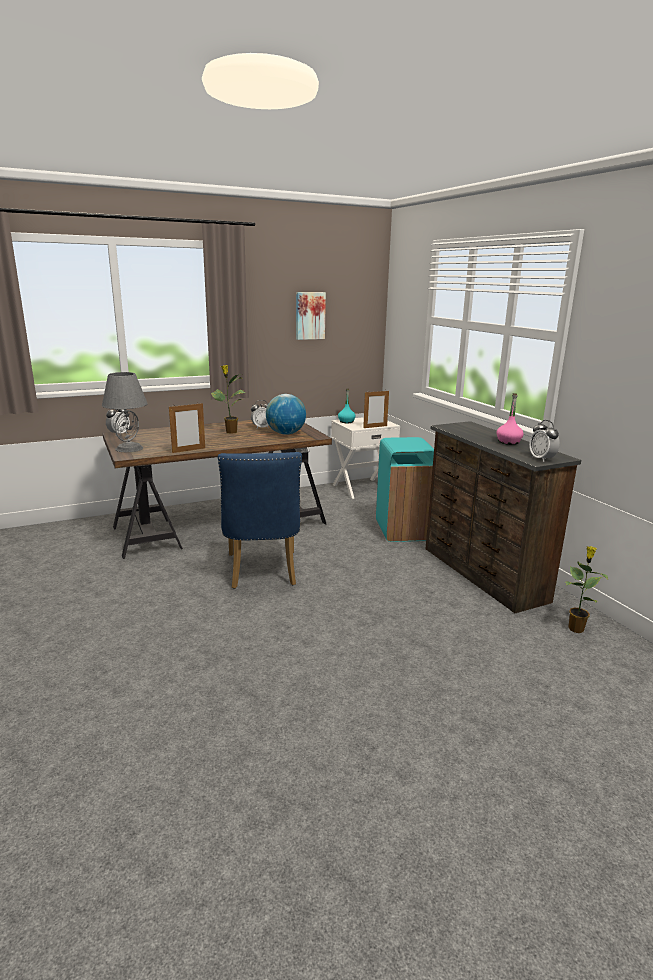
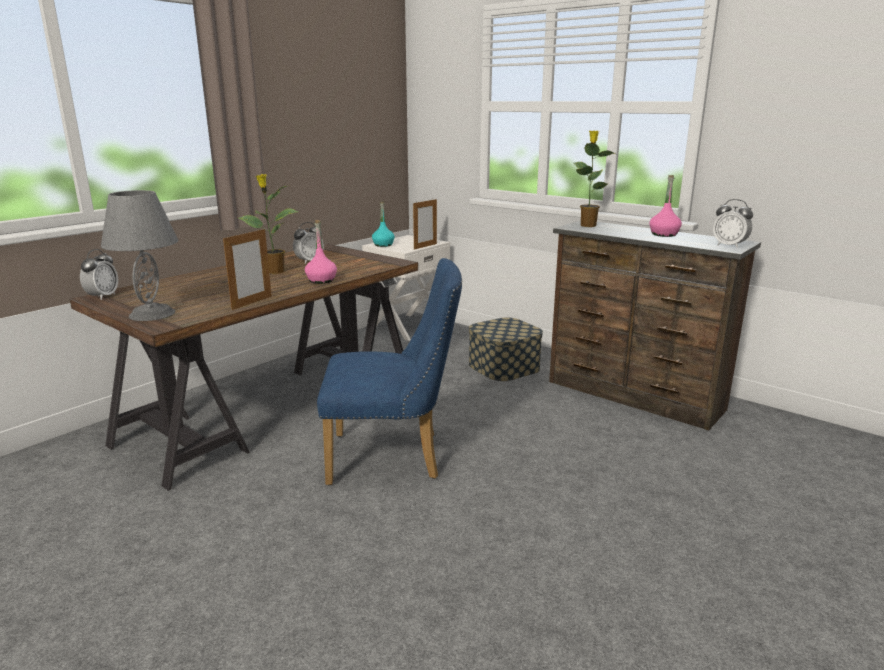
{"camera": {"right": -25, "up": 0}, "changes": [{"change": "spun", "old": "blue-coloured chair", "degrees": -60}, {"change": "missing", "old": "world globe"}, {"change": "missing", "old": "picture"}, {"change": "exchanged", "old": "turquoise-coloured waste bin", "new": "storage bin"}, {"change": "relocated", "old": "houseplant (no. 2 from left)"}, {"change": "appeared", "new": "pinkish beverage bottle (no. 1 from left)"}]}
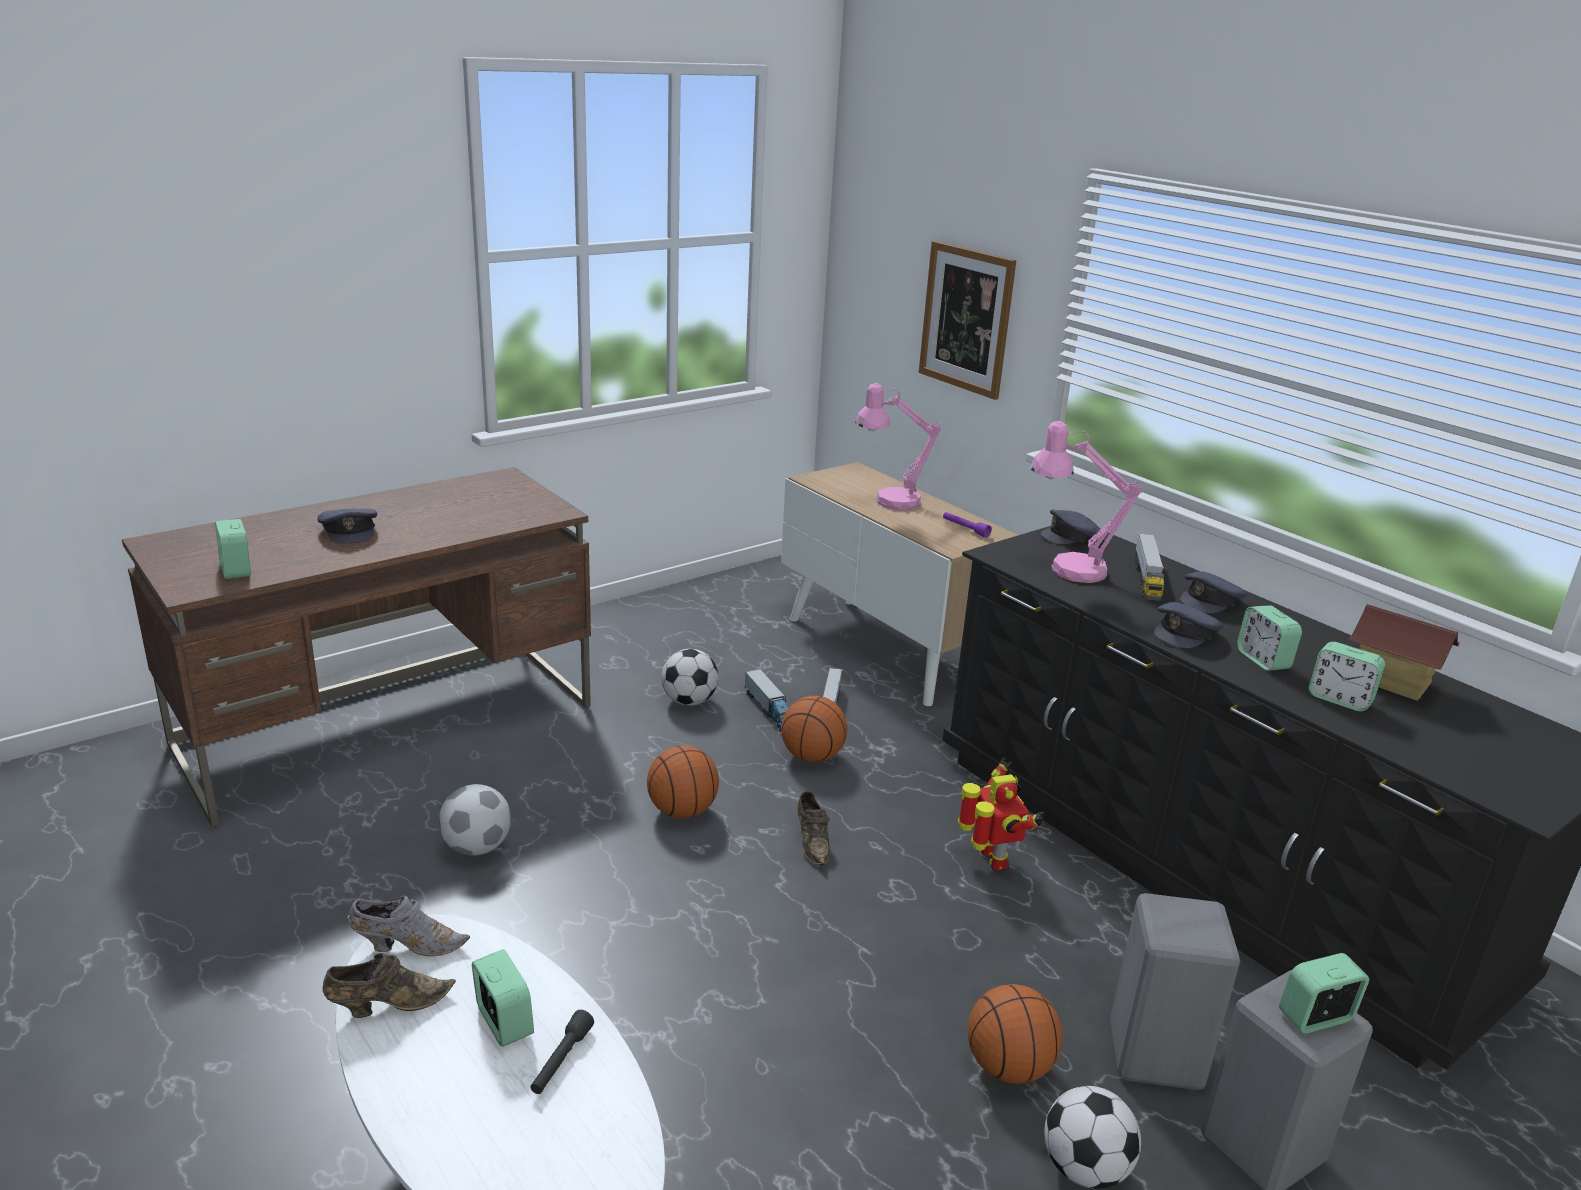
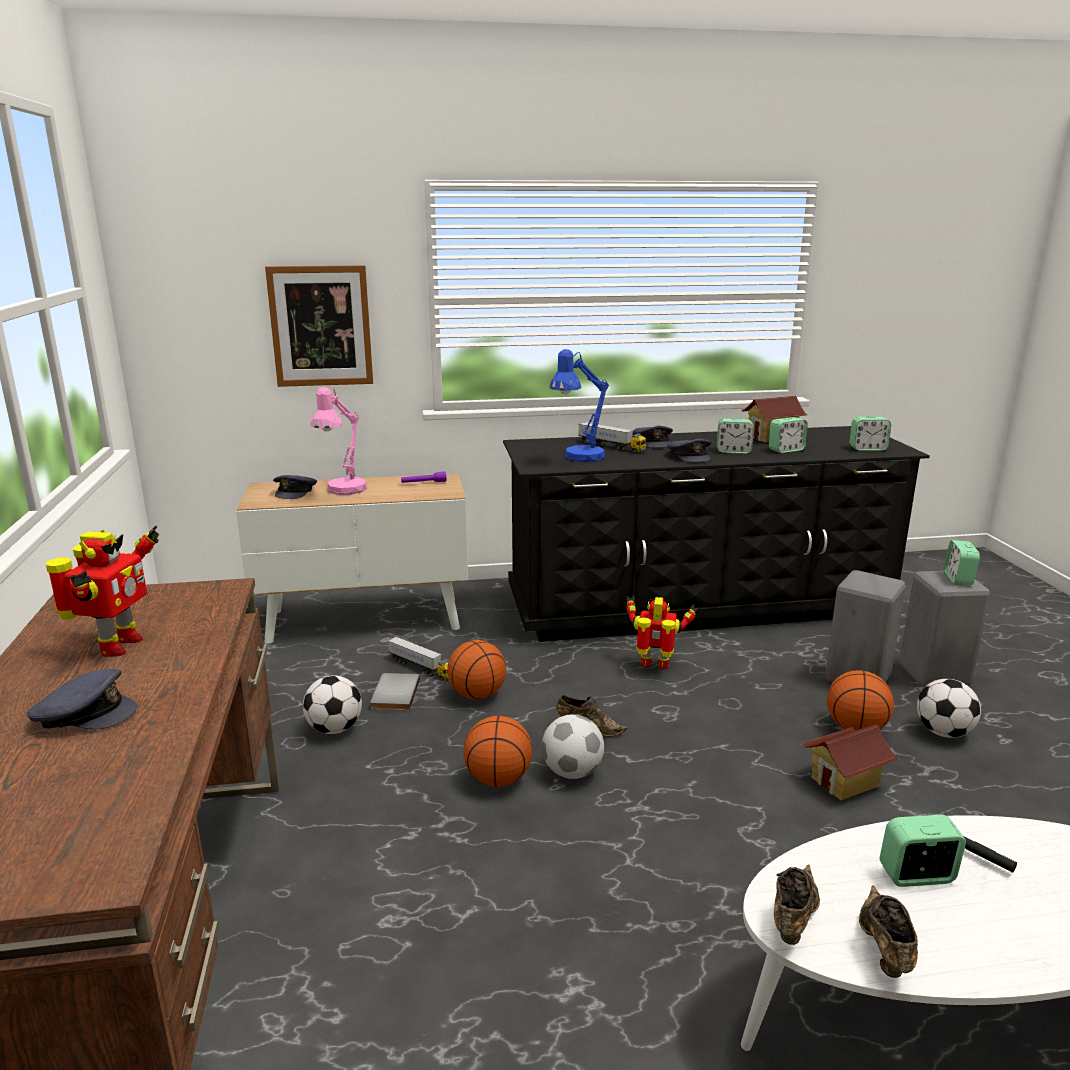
{"camera": {"right": -60, "up": -5}, "changes": [{"change": "relocated", "old": "alarm clock (no. 1 from left in the first image)", "new": "alarm clock (no. 3 from left)"}, {"change": "colour", "old": "gray item of footwear", "new": "brownish item of footwear (no. 2 from left)"}, {"change": "relocated", "old": "football (no. 1 from left in the first image)", "new": "football (no. 2 from left)"}, {"change": "exchanged", "old": "toy lorry (no. 1 from left)", "new": "gray volume"}, {"change": "colour", "old": "pinkish tabletop lamp (no. 2 from left)", "new": "blue-coloured tabletop lamp"}, {"change": "relocated", "old": "gray baseball cap (no. 2 from left)"}, {"change": "appeared", "new": "model robot (no. 1 from left)"}, {"change": "appeared", "new": "model house (no. 2 from left)"}]}
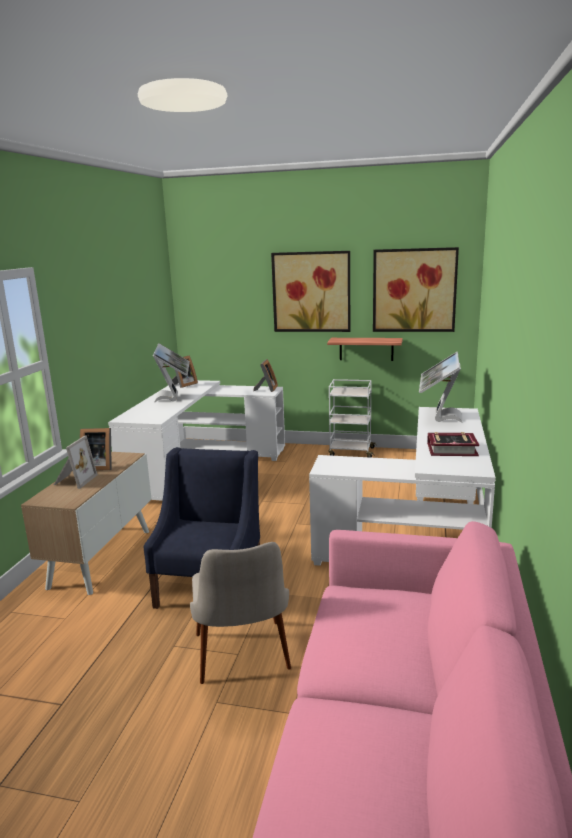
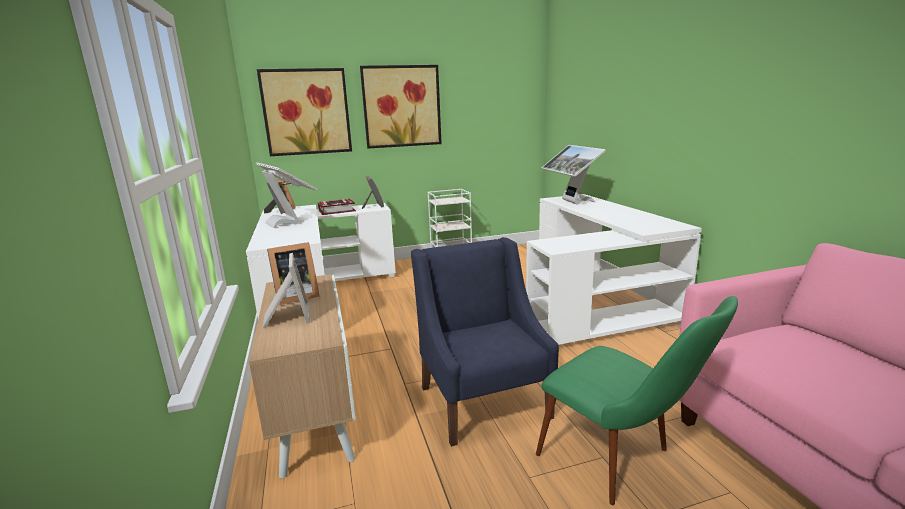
{"camera": {"right": -30, "up": 0}, "changes": [{"change": "colour", "old": "beige chair", "new": "green chair"}, {"change": "missing", "old": "shelf"}, {"change": "relocated", "old": "picture (no. 2 from left in the first image)", "new": "picture (no. 1 from left)"}, {"change": "relocated", "old": "volume"}]}
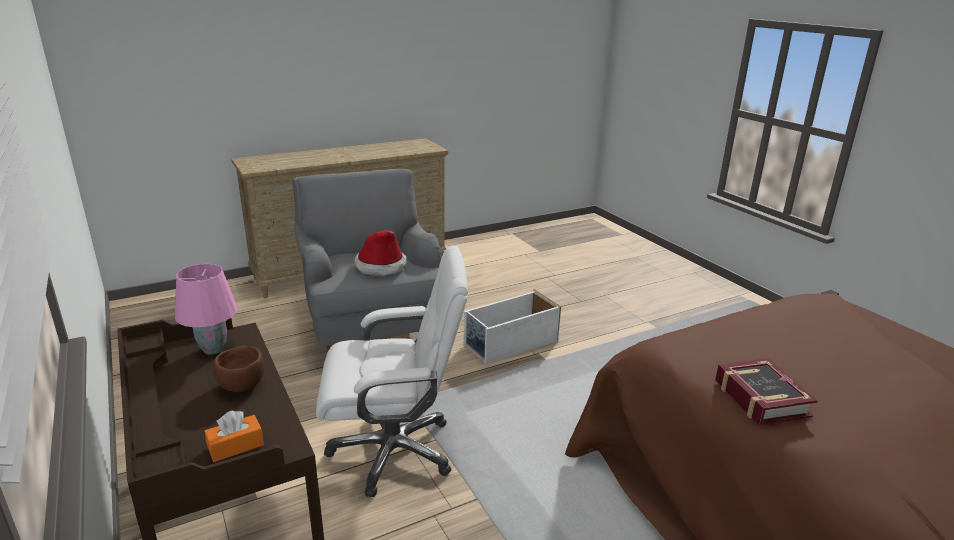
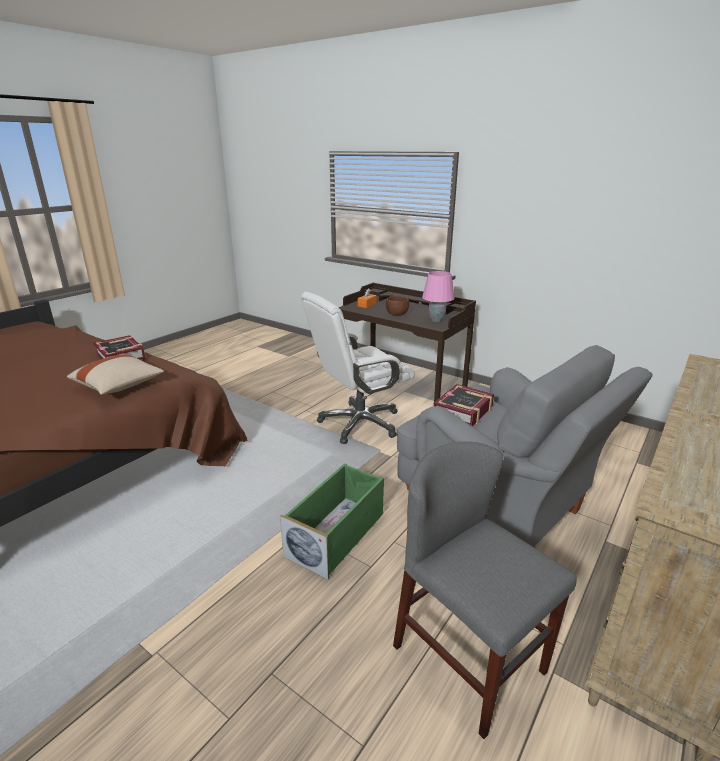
{"camera": {"right": 155, "up": 0}, "changes": [{"change": "exchanged", "old": "wearable hat", "new": "volume (no. 2 from left)"}, {"change": "colour", "old": "whitish storage bin", "new": "green storage bin"}, {"change": "appeared", "new": "beige throw pillow"}, {"change": "appeared", "new": "gray chair"}]}
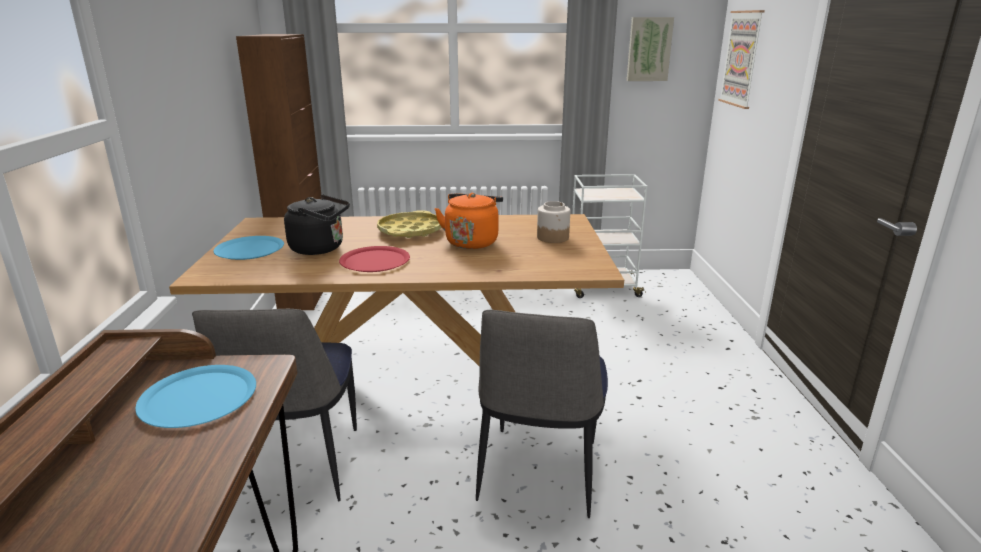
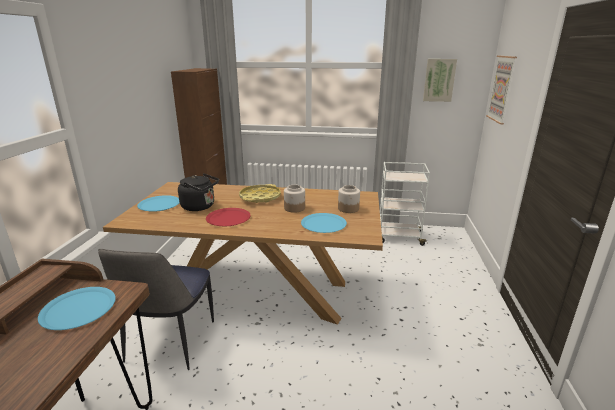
{"camera": {"right": 10, "up": 0}, "changes": [{"change": "exchanged", "old": "orange-coloured water kettle", "new": "preserve jar (no. 1 from left)"}, {"change": "missing", "old": "chair (no. 2 from left)"}, {"change": "appeared", "new": "blue-coloured flat dish (no. 3 from left)"}]}
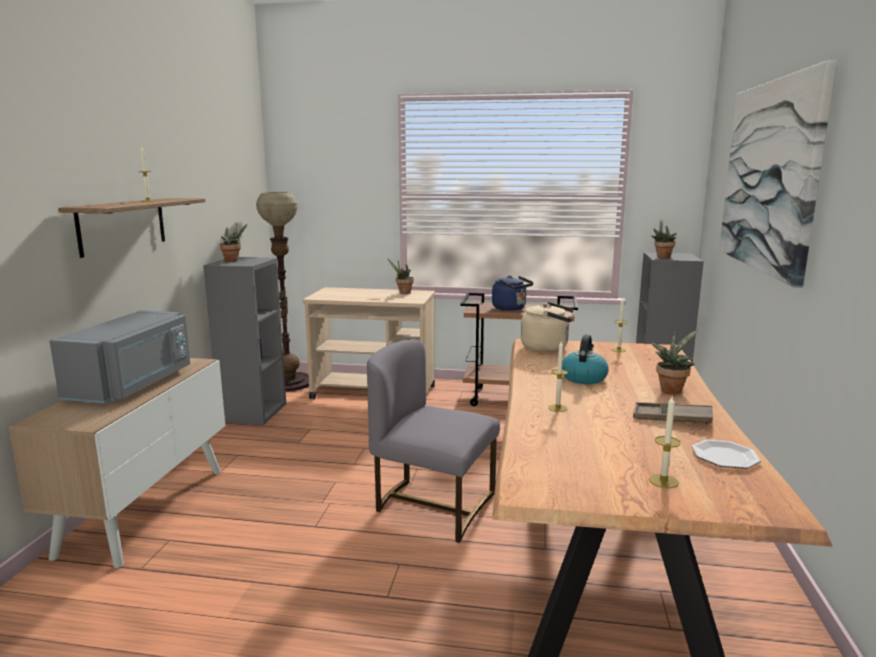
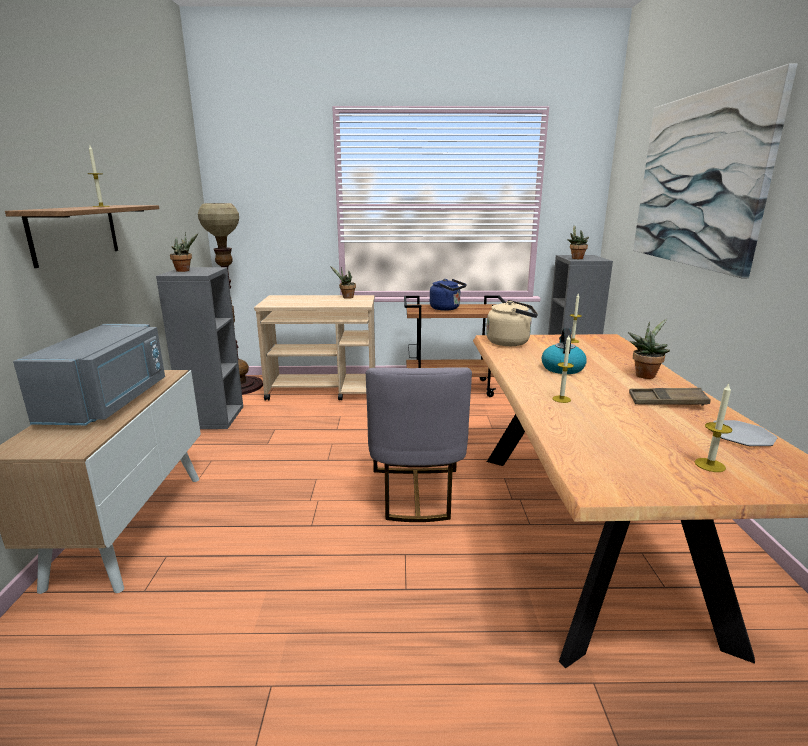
{"camera": {"right": -10, "up": 5}, "changes": [{"change": "spun", "old": "gray chair", "degrees": -105}]}
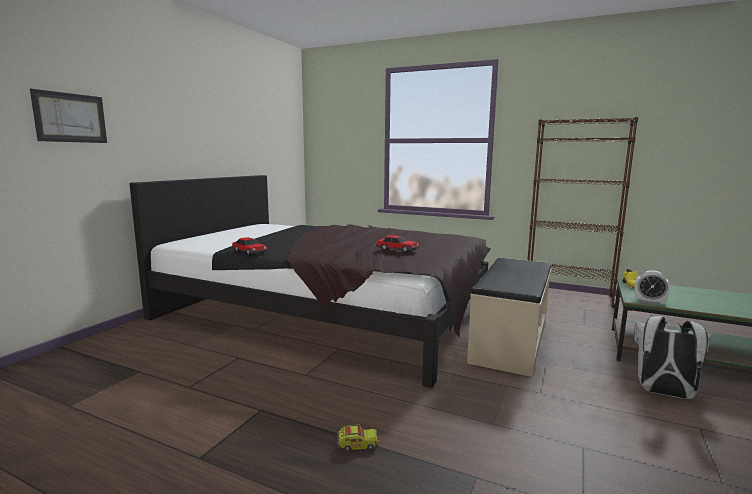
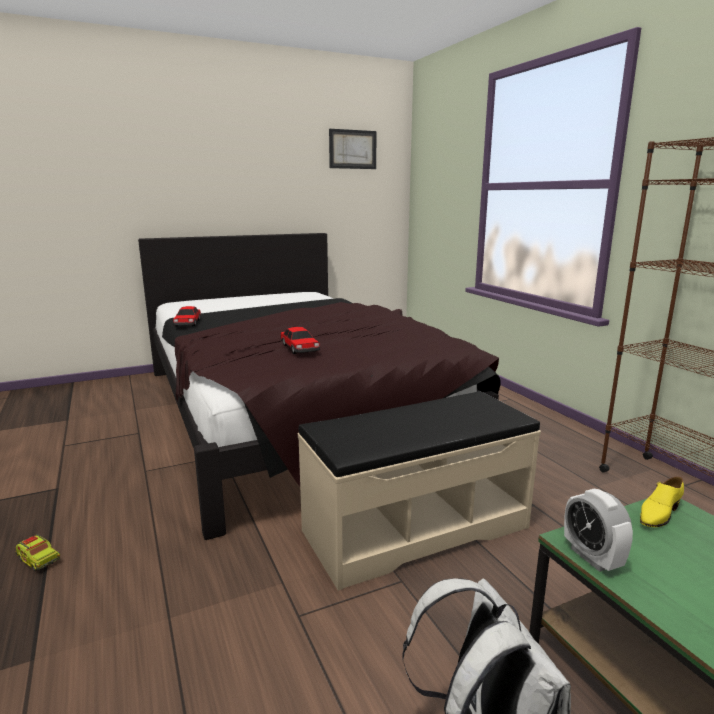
{"camera": {"right": 40, "up": 5}, "changes": [{"change": "relocated", "old": "picture"}]}
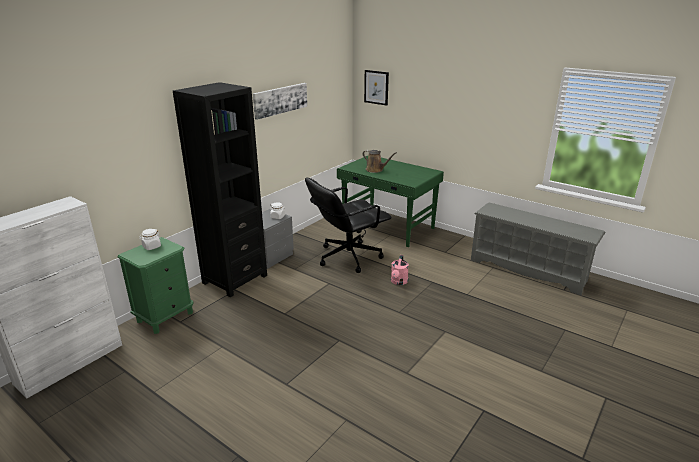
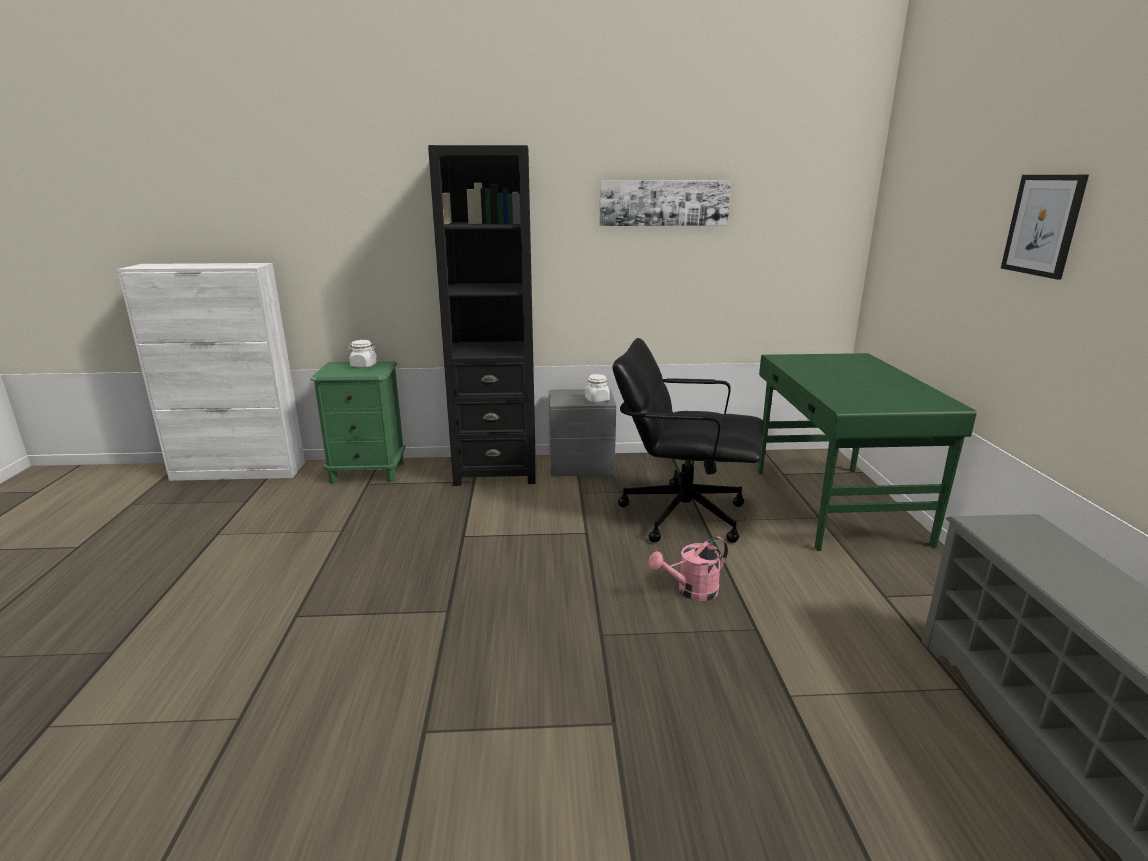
{"camera": {"right": 50, "up": -5}, "changes": [{"change": "missing", "old": "brownish watering pot"}, {"change": "relocated", "old": "picture (no. 2 from left)"}]}
